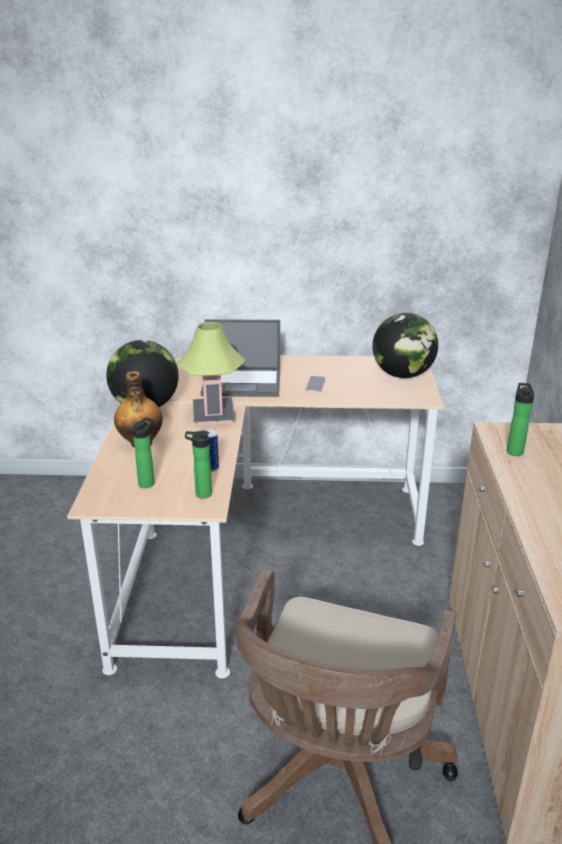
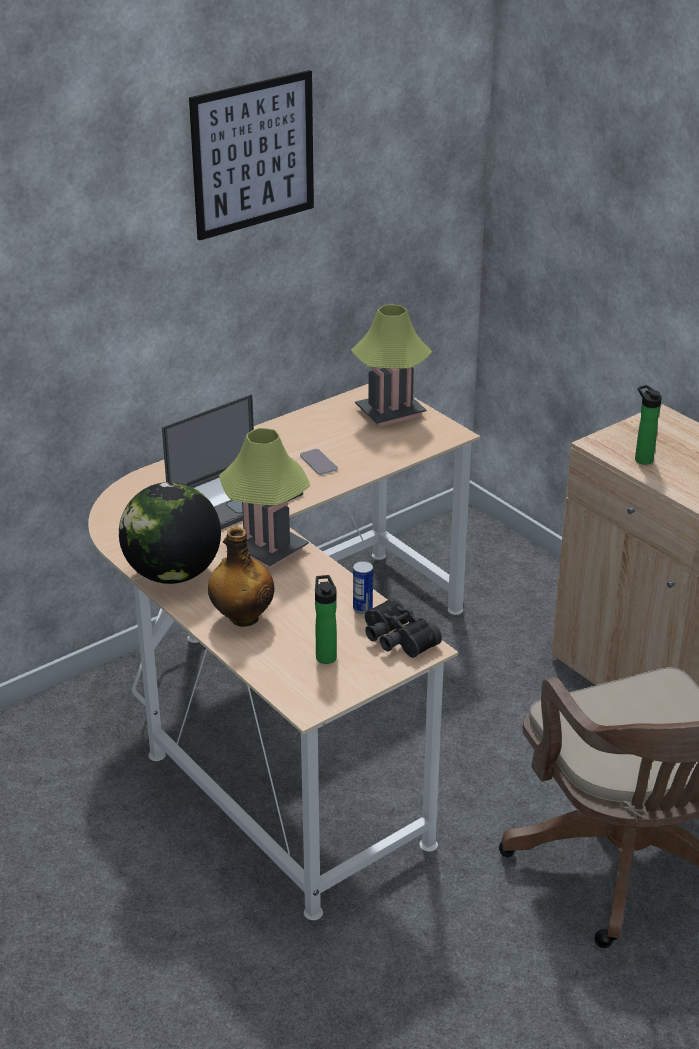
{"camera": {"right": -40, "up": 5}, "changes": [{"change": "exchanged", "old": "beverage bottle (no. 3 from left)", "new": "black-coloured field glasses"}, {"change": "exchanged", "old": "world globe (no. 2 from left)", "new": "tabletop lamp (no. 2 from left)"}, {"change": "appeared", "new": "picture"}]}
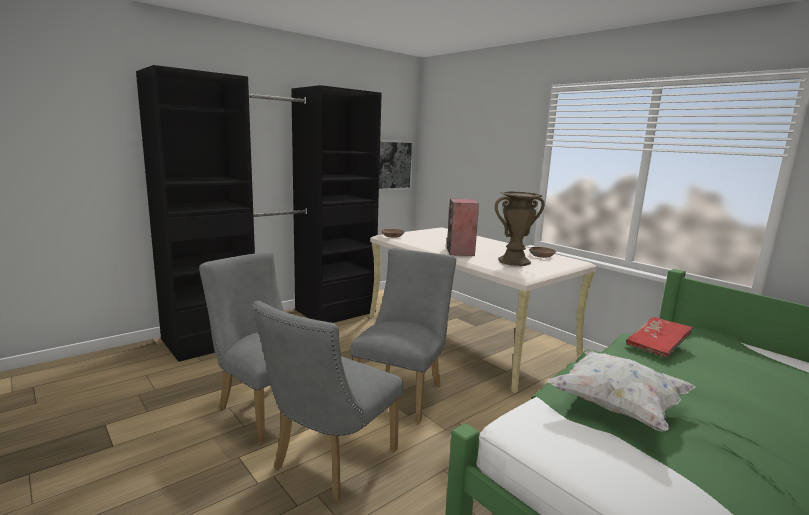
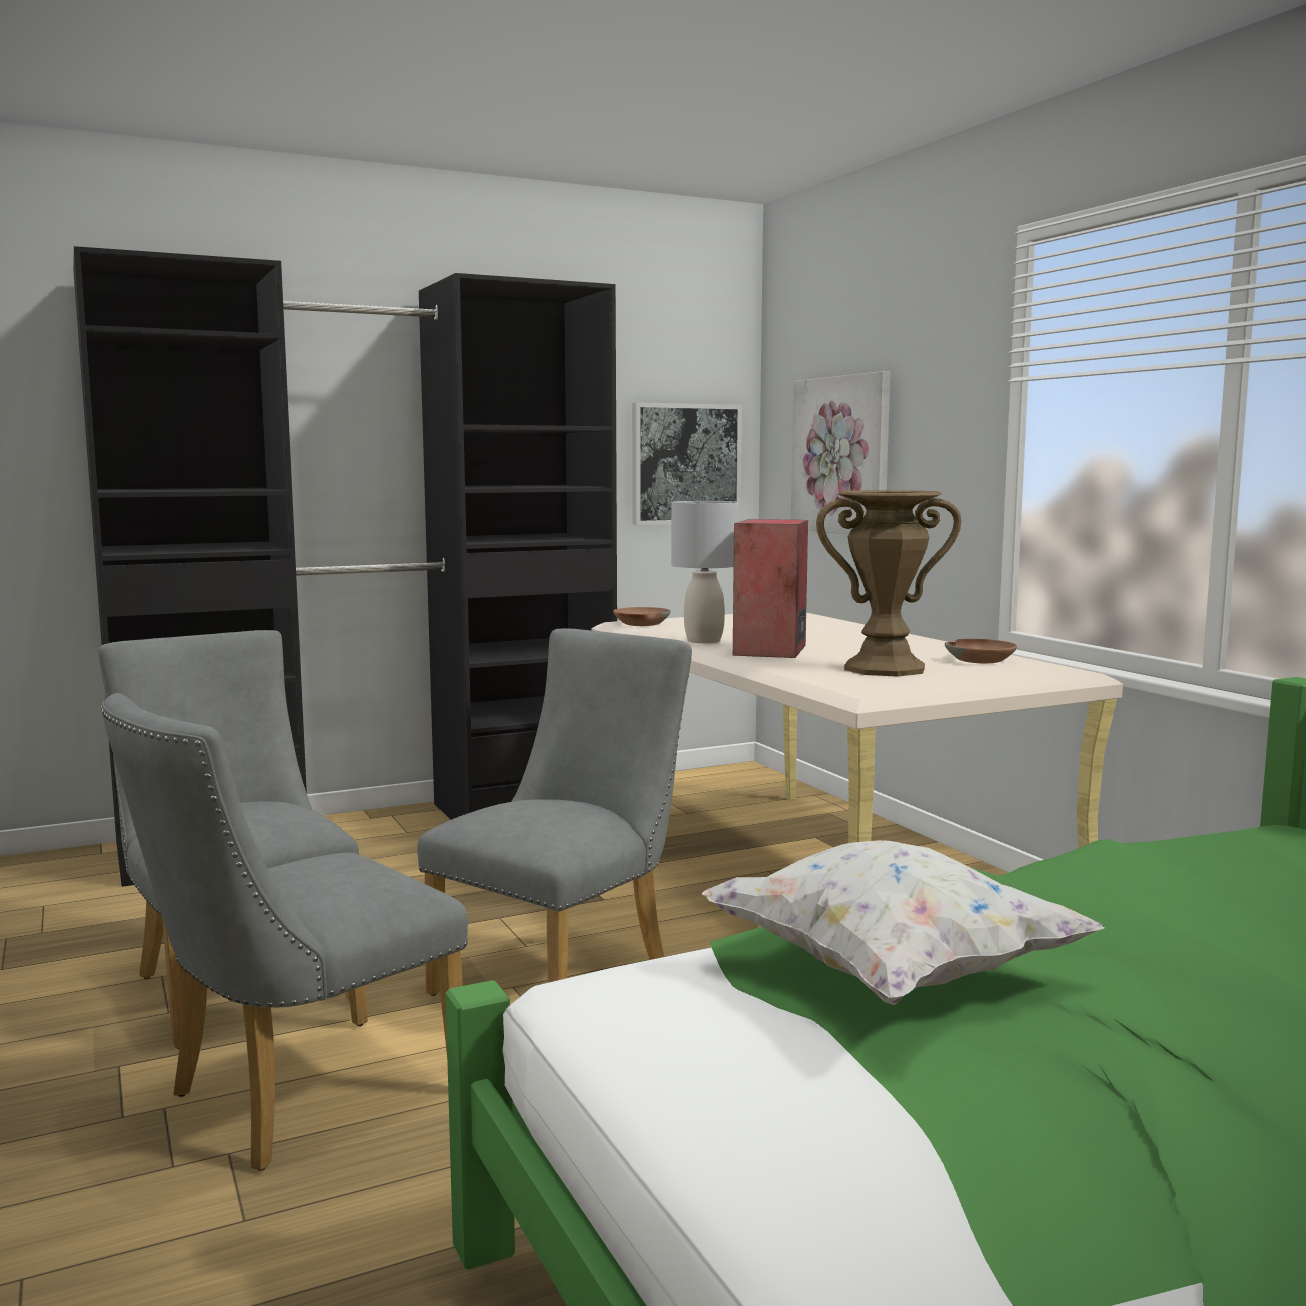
{"camera": {"right": 15, "up": -5}, "changes": [{"change": "missing", "old": "red-coloured volume"}, {"change": "appeared", "new": "gray tabletop lamp"}, {"change": "appeared", "new": "picture (no. 2 from left)"}]}
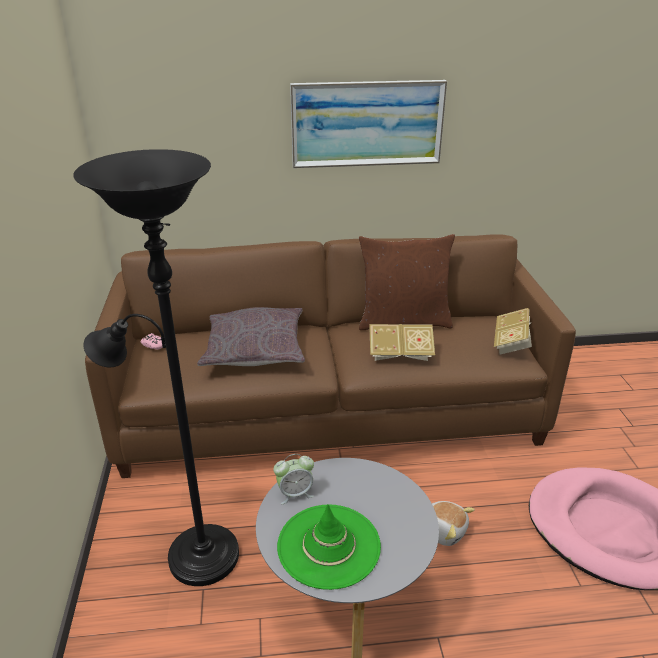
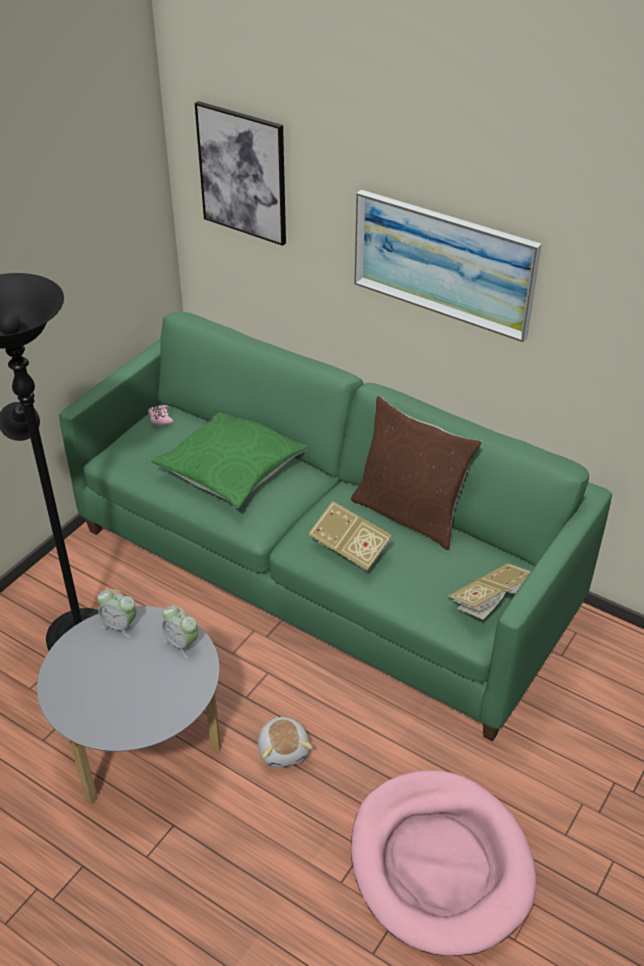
{"camera": {"right": 40, "up": 10}, "changes": [{"change": "colour", "old": "brownish couch", "new": "green couch"}, {"change": "colour", "old": "gray throw pillow", "new": "green throw pillow"}, {"change": "missing", "old": "green wearable hat"}, {"change": "appeared", "new": "alarm clock (no. 2 from left)"}, {"change": "appeared", "new": "picture (no. 1 from left)"}]}
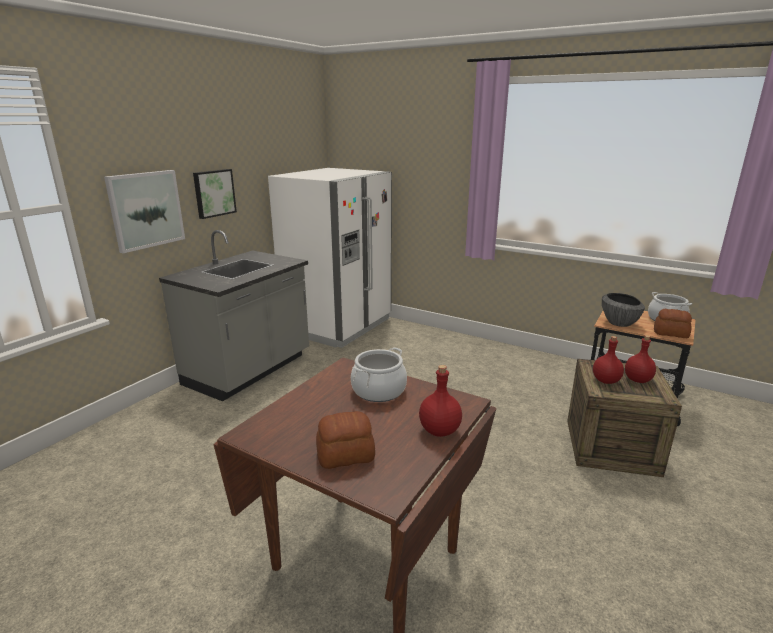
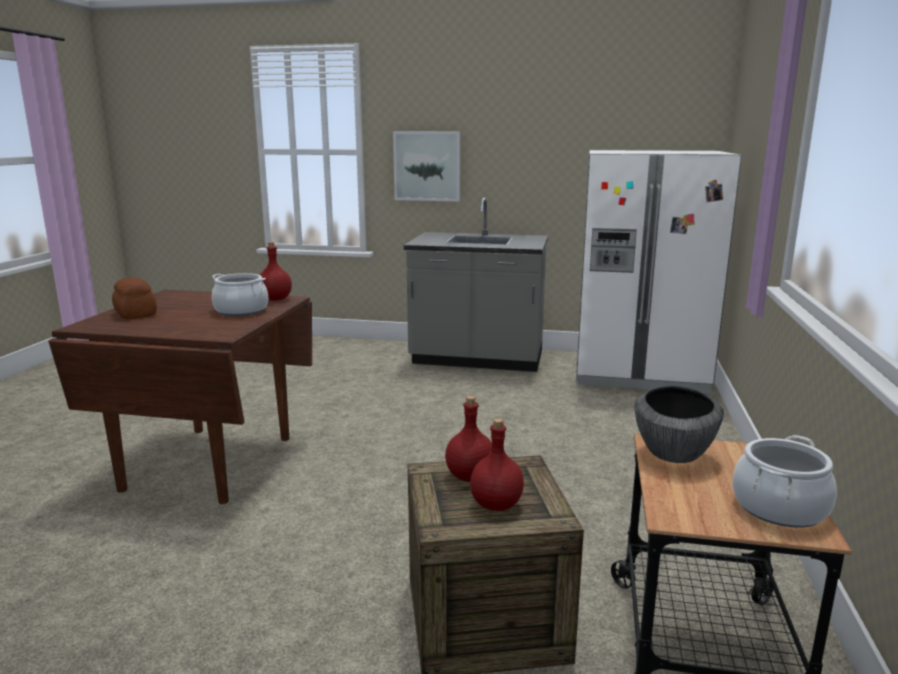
{"camera": {"right": 70, "up": -5}, "changes": [{"change": "missing", "old": "picture (no. 2 from left)"}, {"change": "relocated", "old": "red-coloured beverage bottle (no. 1 from left)"}, {"change": "missing", "old": "bread (no. 2 from left)"}]}
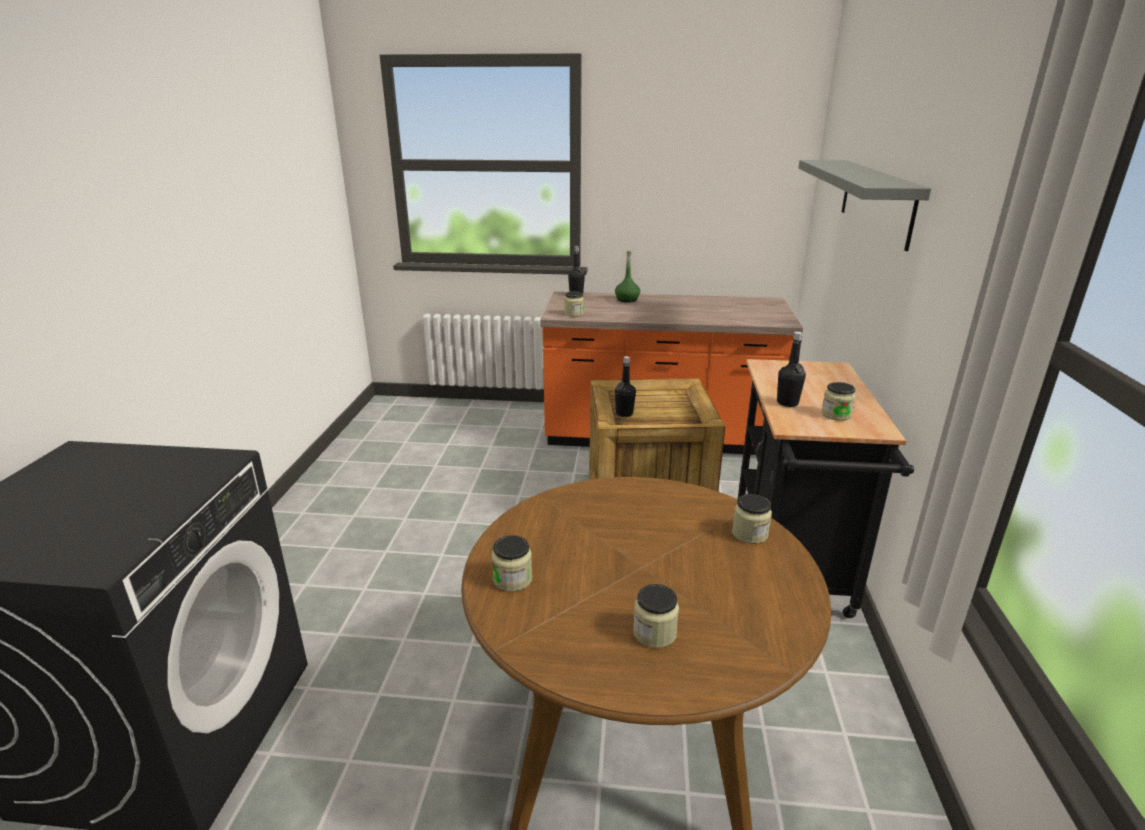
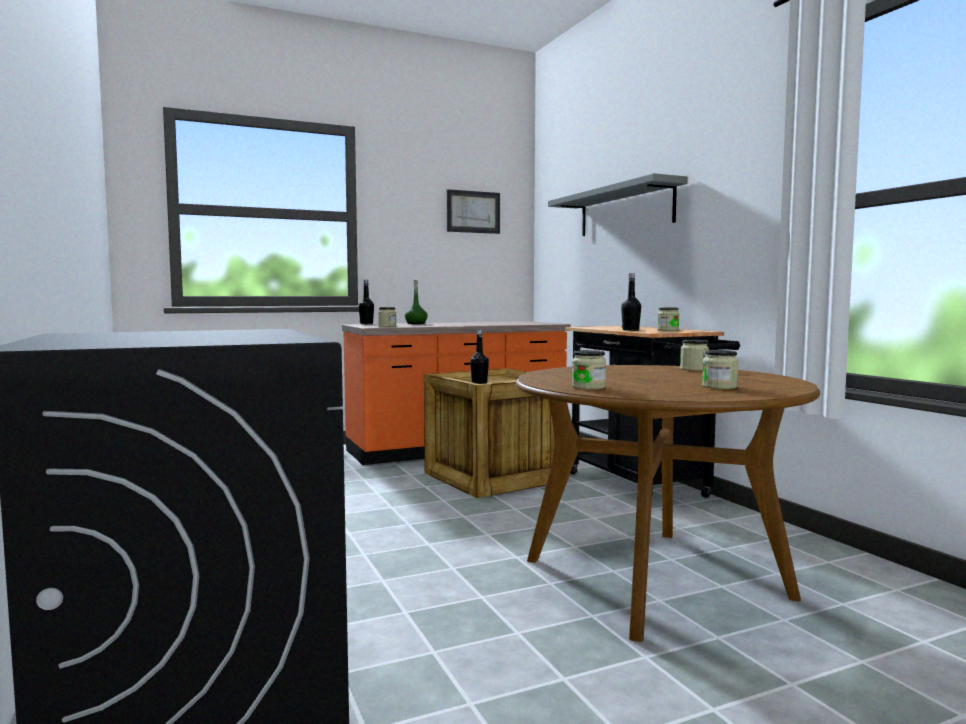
{"camera": {"right": -30, "up": -20}, "changes": [{"change": "appeared", "new": "picture"}]}
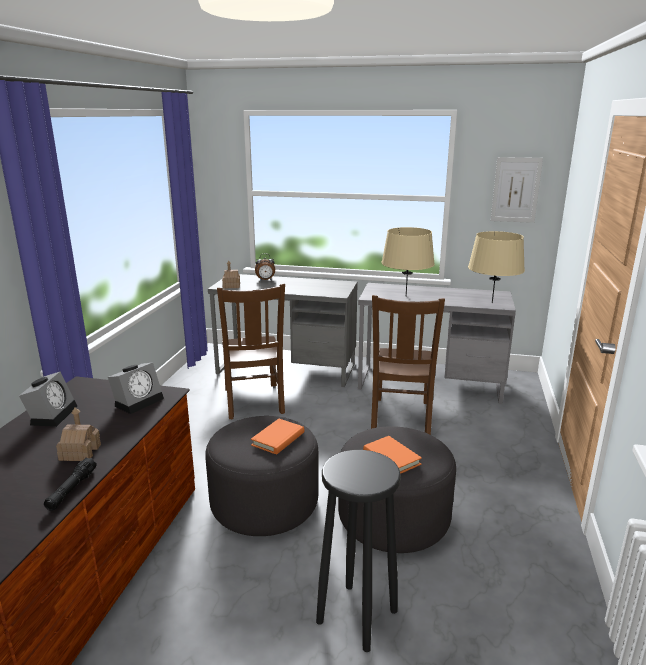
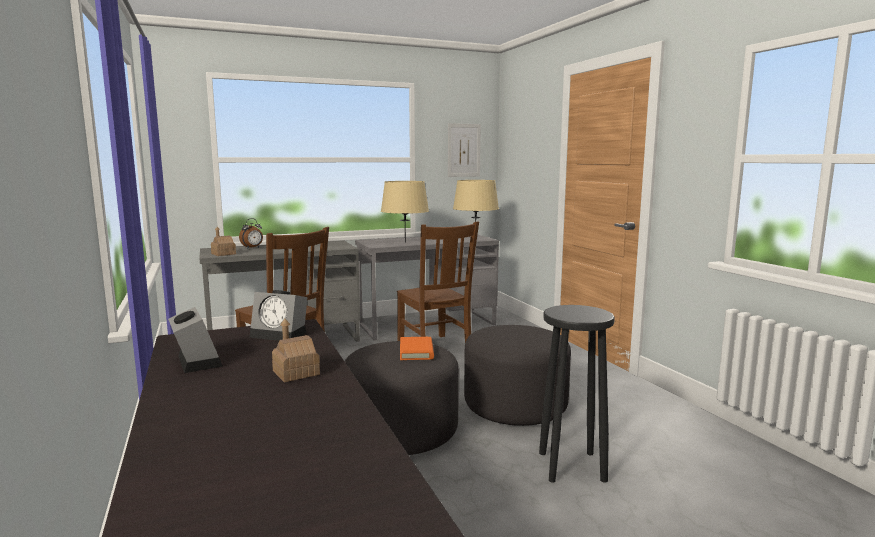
{"camera": {"right": -35, "up": -10}, "changes": [{"change": "missing", "old": "black-coloured flashlight"}, {"change": "spun", "old": "alarm clock (no. 2 from left in the first image)", "degrees": 105}, {"change": "missing", "old": "orange-coloured volume (no. 2 from left)"}]}
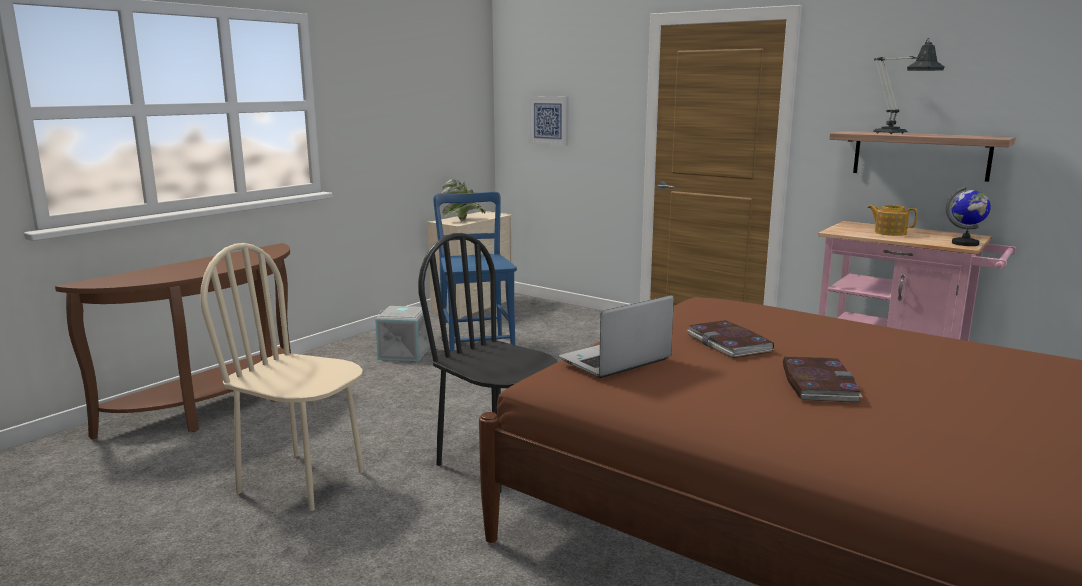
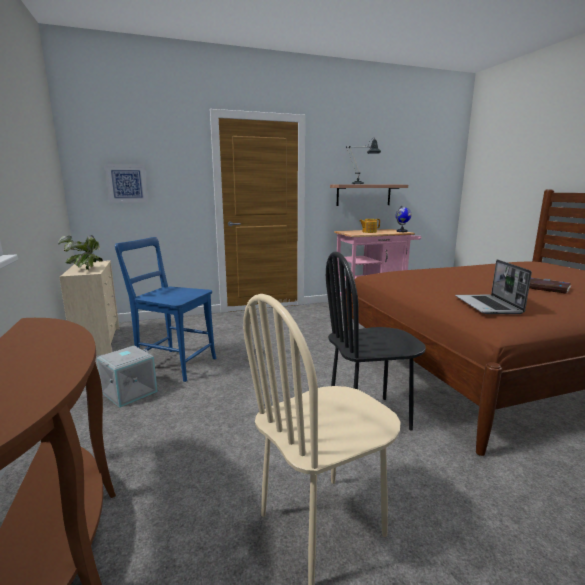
{"camera": {"right": -55, "up": 0}, "changes": [{"change": "missing", "old": "volume (no. 1 from left)"}]}
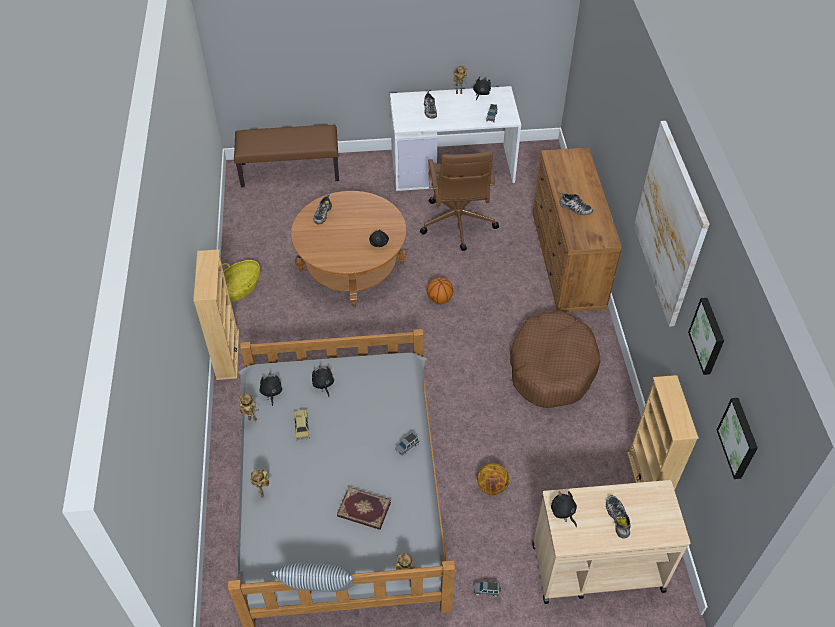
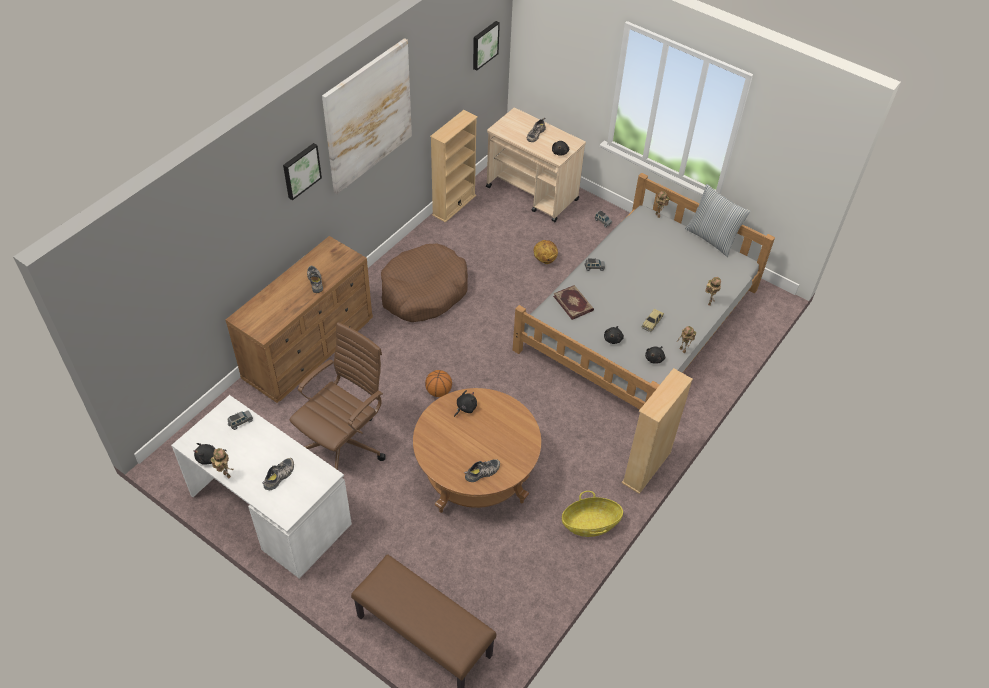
{"camera": {"right": -140, "up": 0}, "changes": [{"change": "relocated", "old": "volume"}, {"change": "relocated", "old": "picture (no. 2 from left in the first image)", "new": "picture (no. 1 from left)"}]}
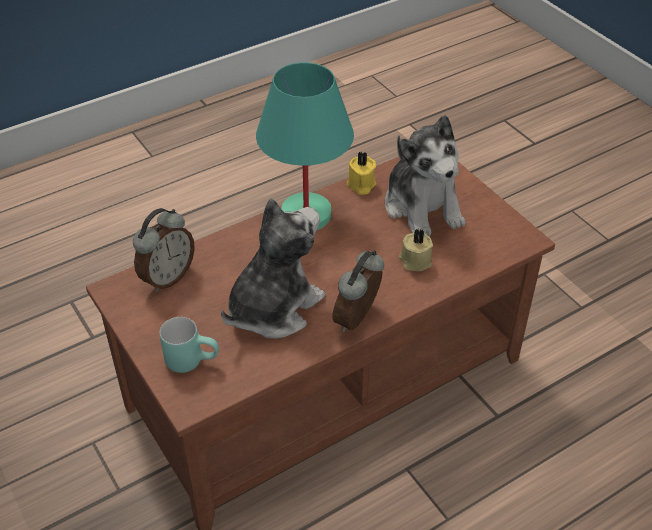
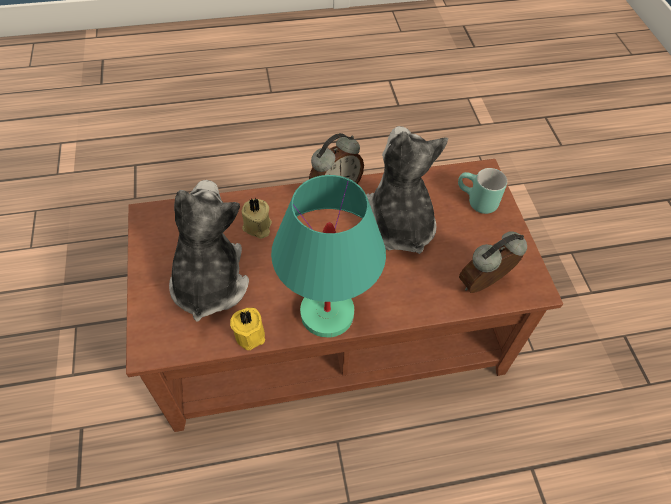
{"camera": {"right": -160, "up": 10}, "changes": [{"change": "spun", "old": "cuddly toy (no. 1 from left in the first image)", "degrees": 105}]}
